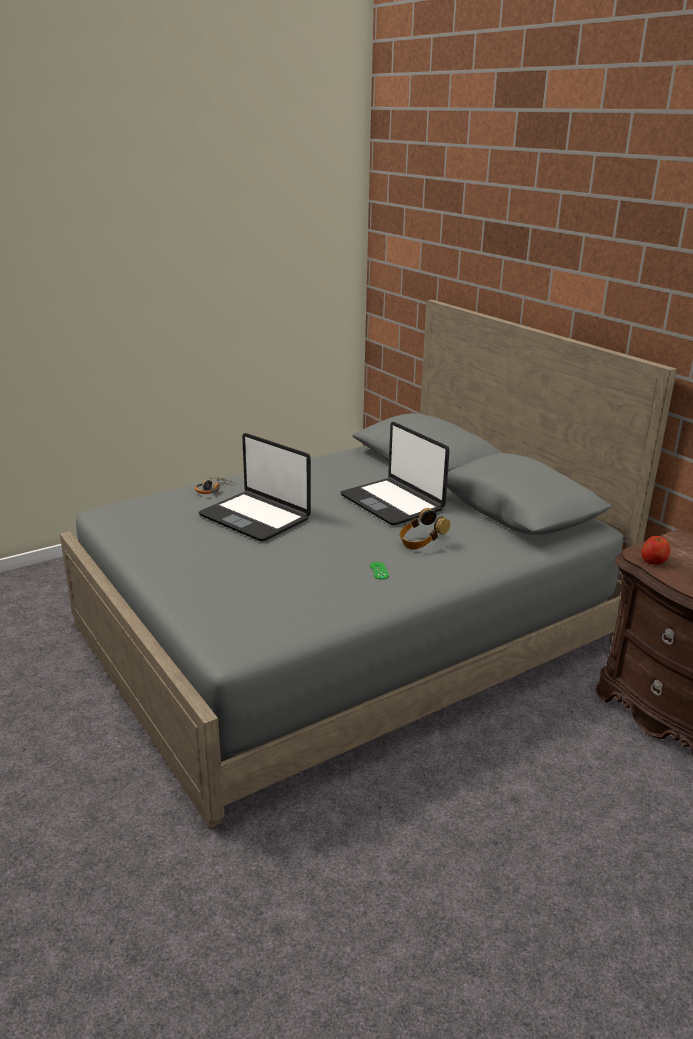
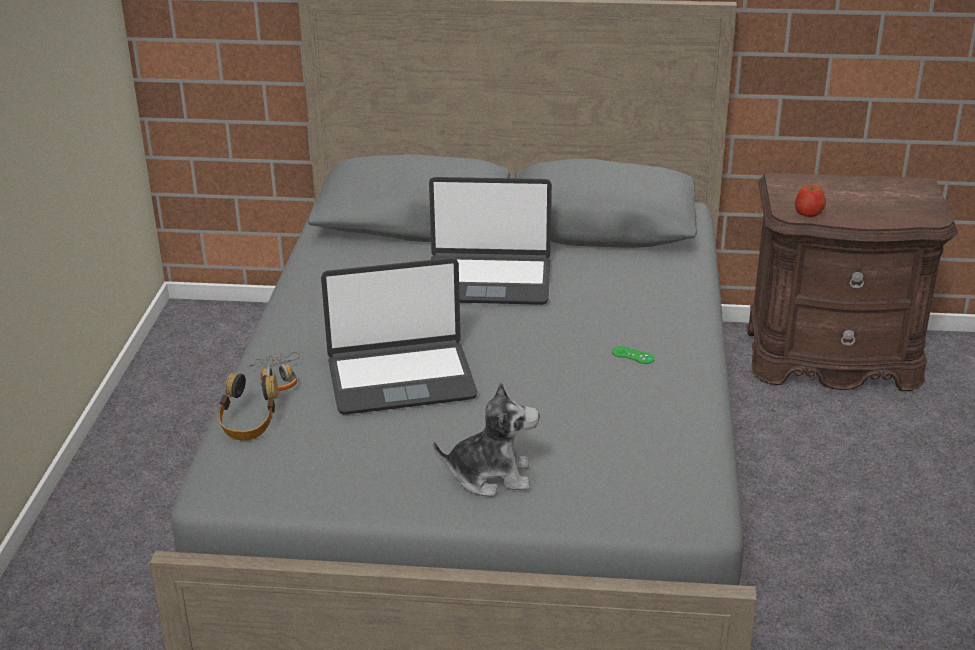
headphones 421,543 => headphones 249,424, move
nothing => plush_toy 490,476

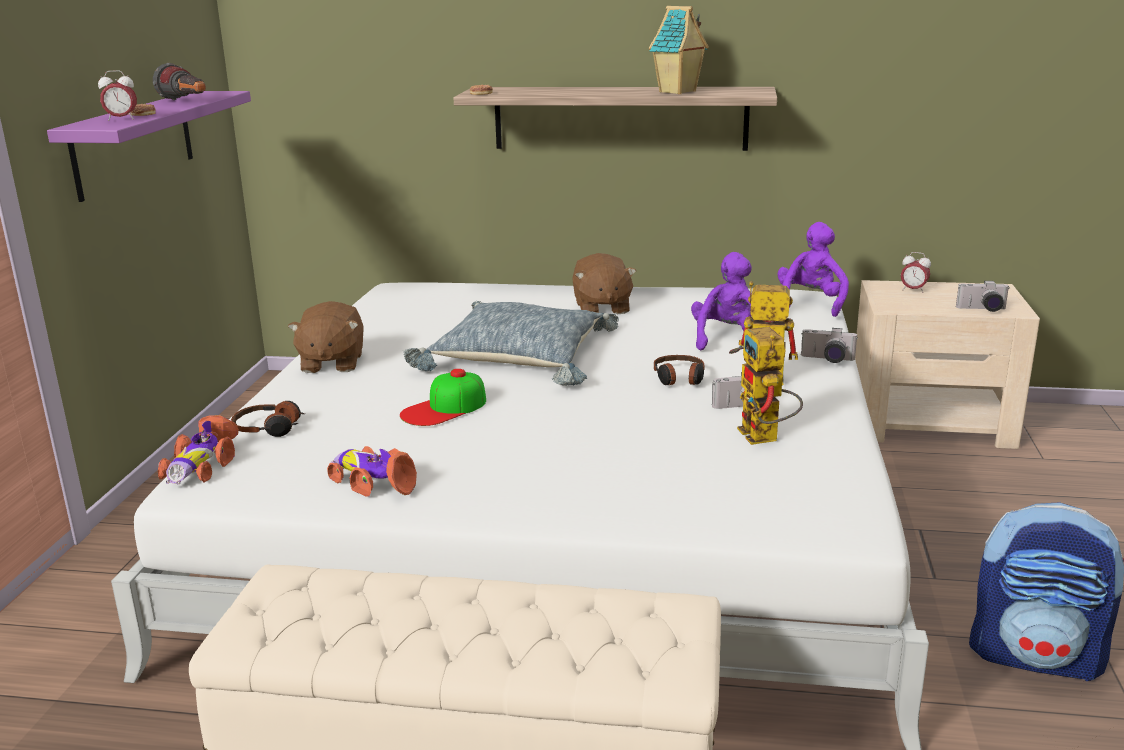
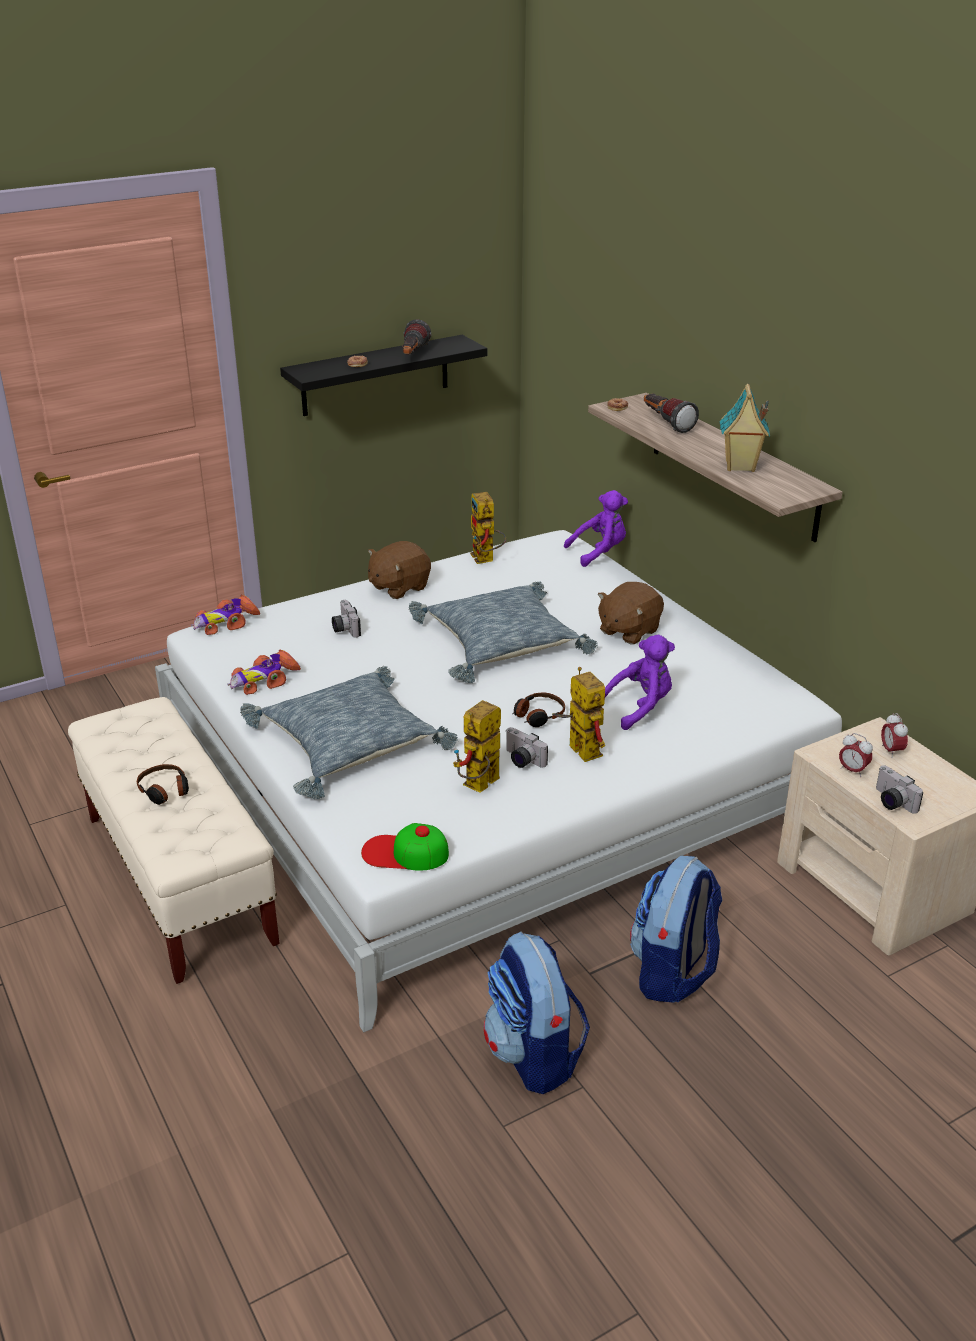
headphones 269,428 => headphones 165,791, move
toy_car 374,481 => toy_car 264,681, 120 degrees counterclockwise
nothing => pillow 347,738
purple_shelf 134,143 => black_shelf 375,375
photo_camera 827,359 => photo_camera 344,628, move
cap 444,408 => cap 405,853, move
nothing => toy_robot 486,560
purple_plush_toy 811,303 => purple_plush_toy 599,552, move
nothing => backpack 673,973
nothing => flashlight 665,423
alarm_clock 122,119 => alarm_clock 852,770, move

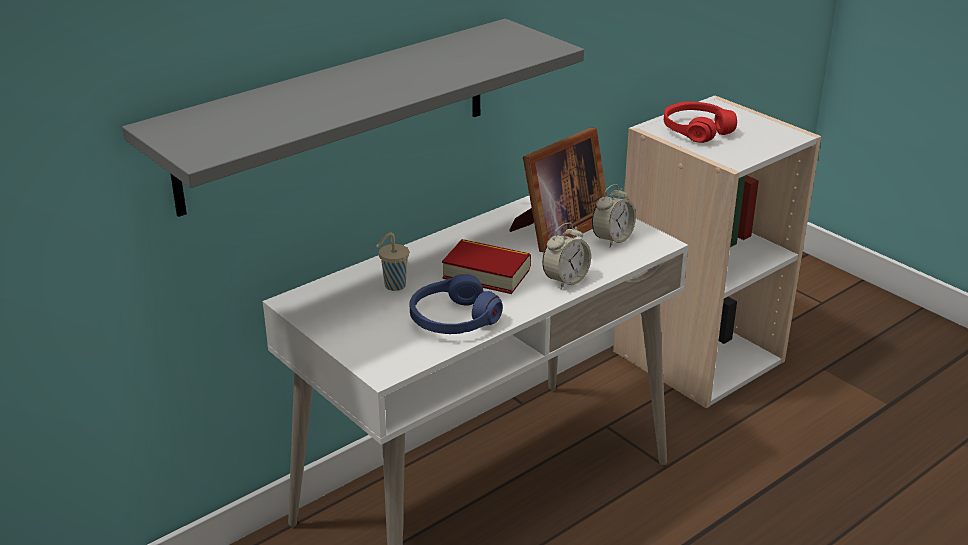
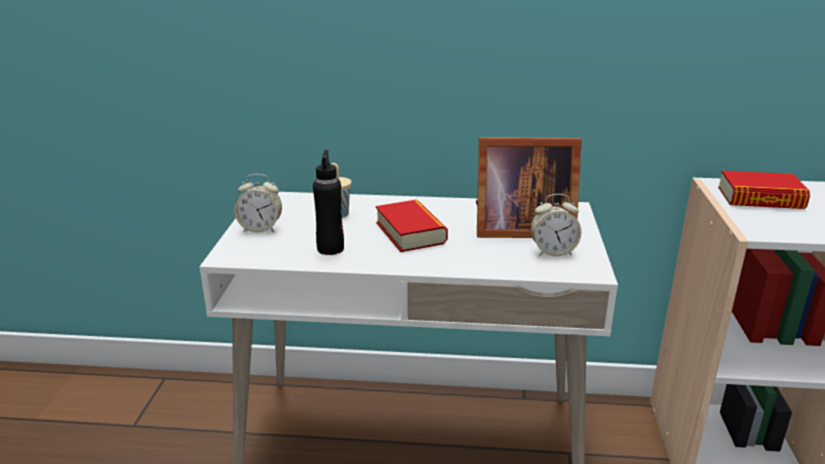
alarm_clock 565,280 => alarm_clock 260,229, move
blue_headphones 453,319 => black_bottle 330,248
red_headphones 696,130 => book 760,198
grey_shelf 337,114 => nothing

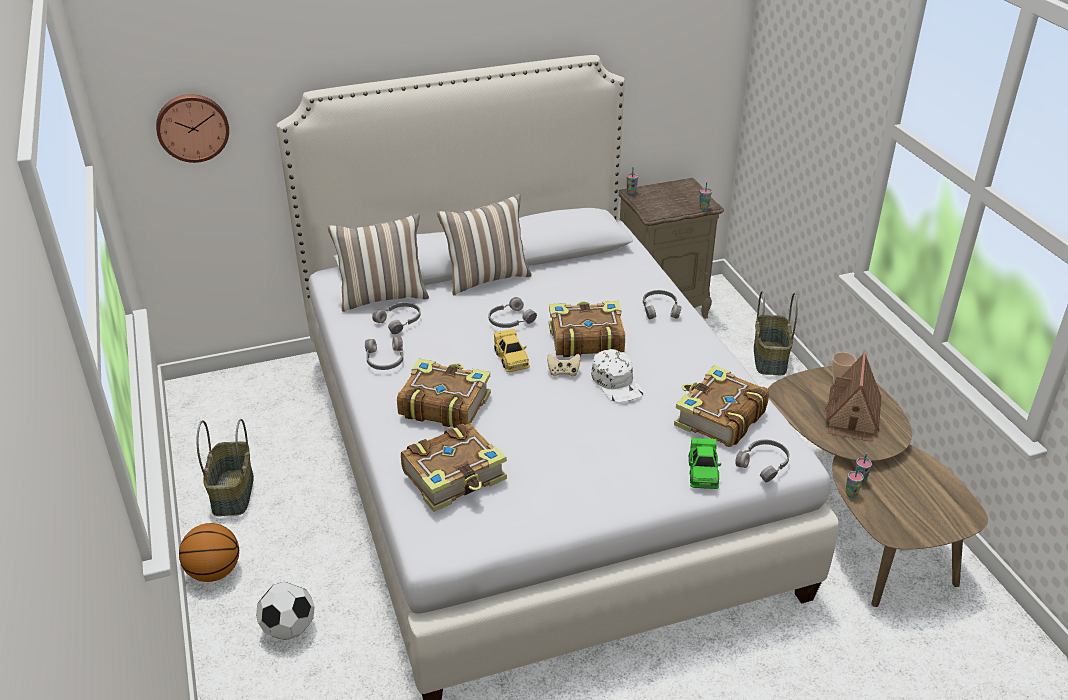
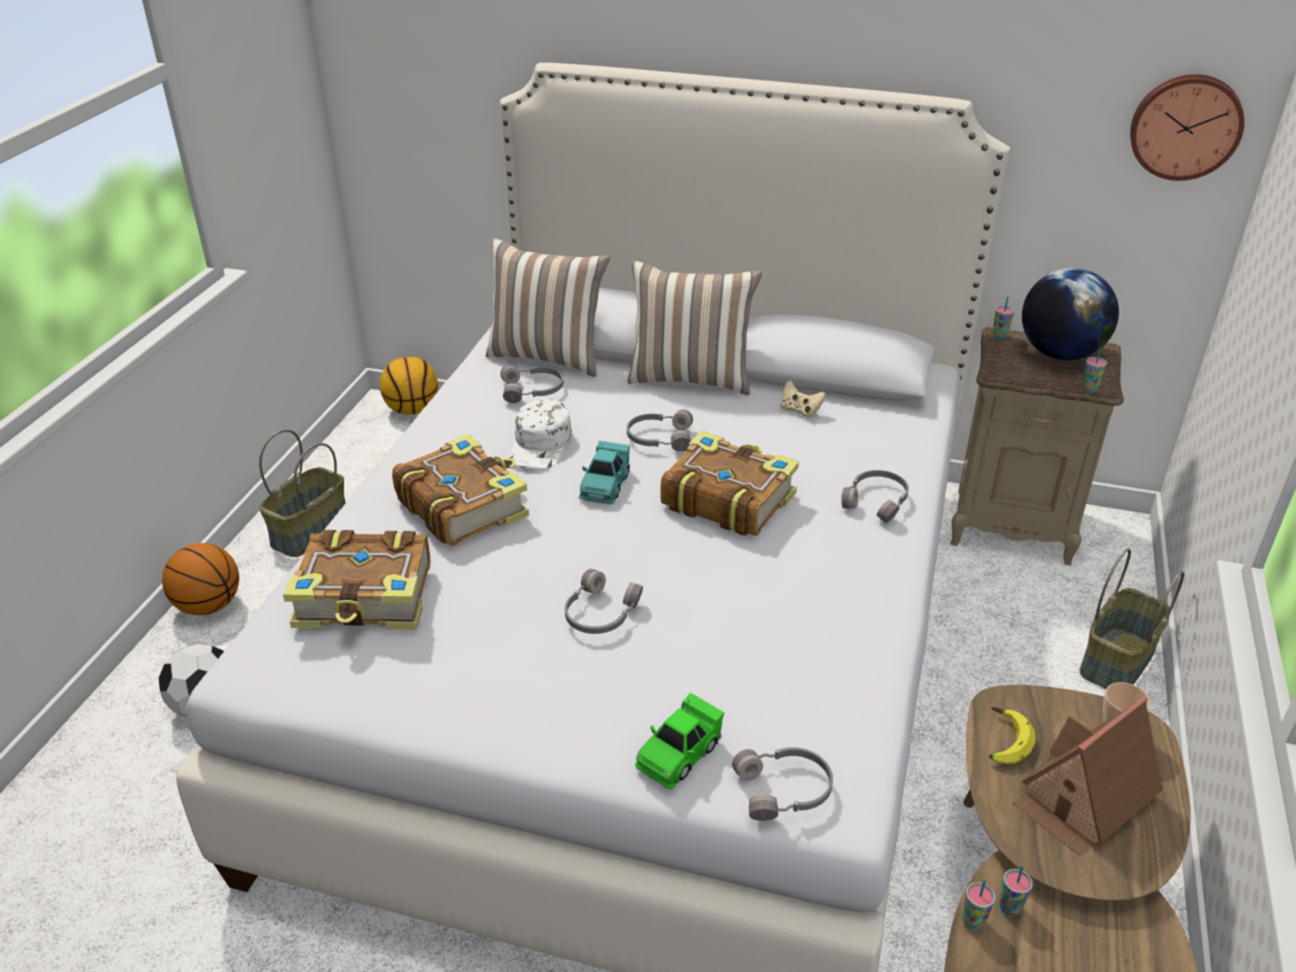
nothing => basketball 412,409
white_cap 617,382 => white_cap 541,444, move
grey_headphones 384,360 => grey_headphones 599,613, move
yellow_toy_car 511,358 => turquoise_toy_car 605,484
beige_game_controller 563,372 => beige_game_controller 800,410, move
nothing => banana 1002,741
nothing => globe 1060,354
wall_clock 192,127 => wall_clock 1185,126, move
book 718,418 => nothing

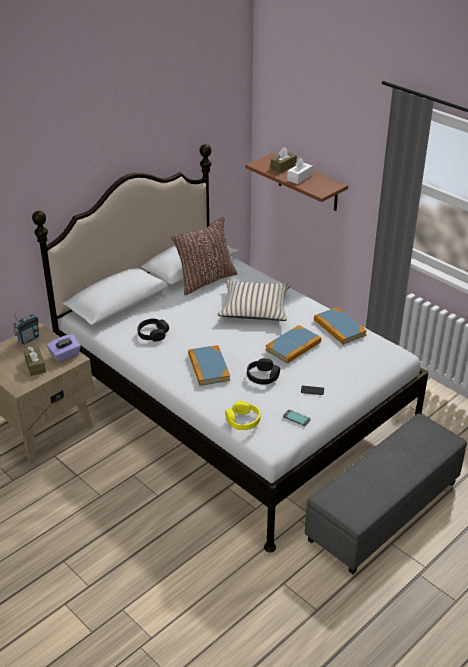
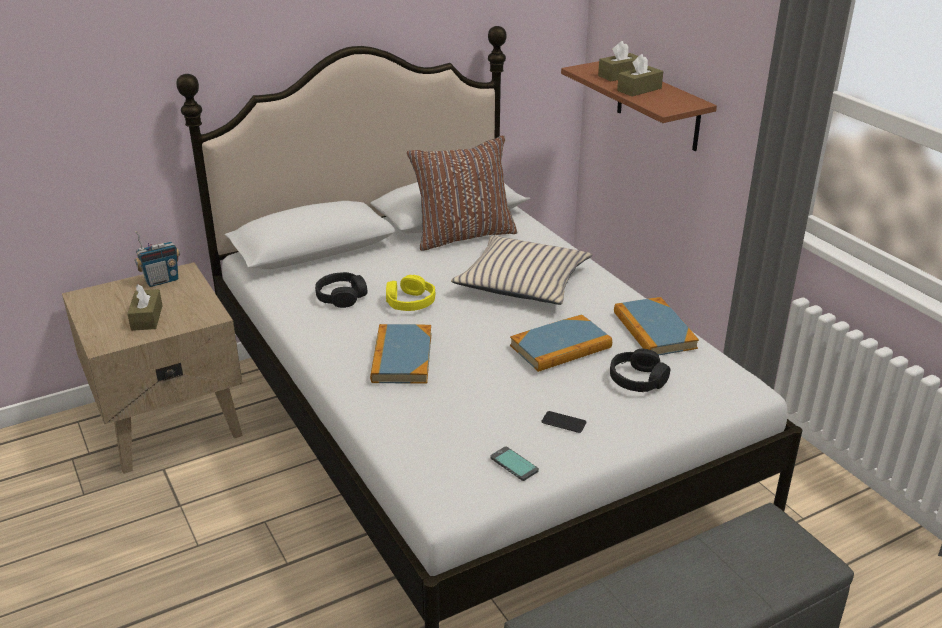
yellow_headphones 242,421 => yellow_headphones 410,302, move
black_headphones 263,376 => black_headphones 638,379, move
white_tissue_box 299,178 => brown_tissue_box 639,89
purple_tissue_box 65,355 => nothing

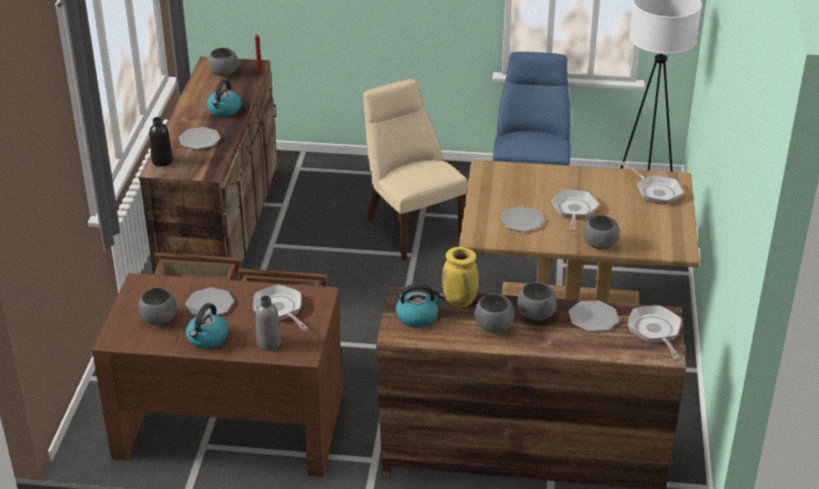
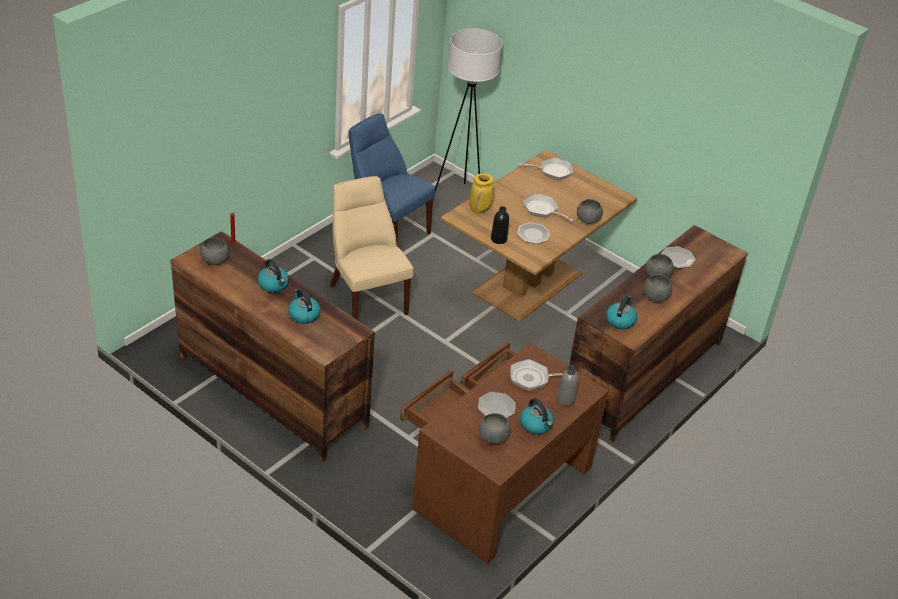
plate 199,139 => kettle 303,315
beige_chair 411,227 => beige_chair 366,297, 60 degrees clockwise
yellow_vase 460,301 => yellow_vase 480,209, move
black_bottle 162,161 => black_bottle 498,239, move
frying_pan 655,332 => nothing

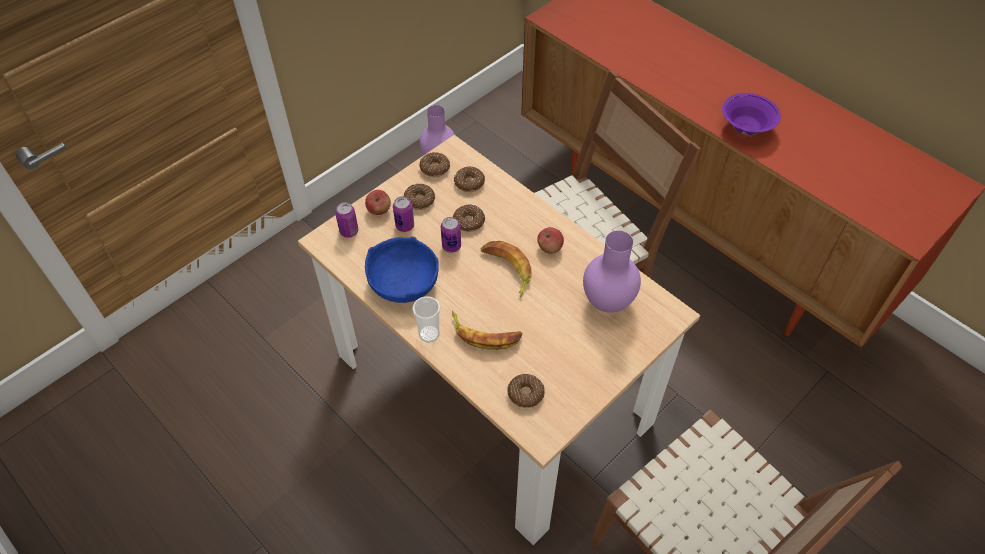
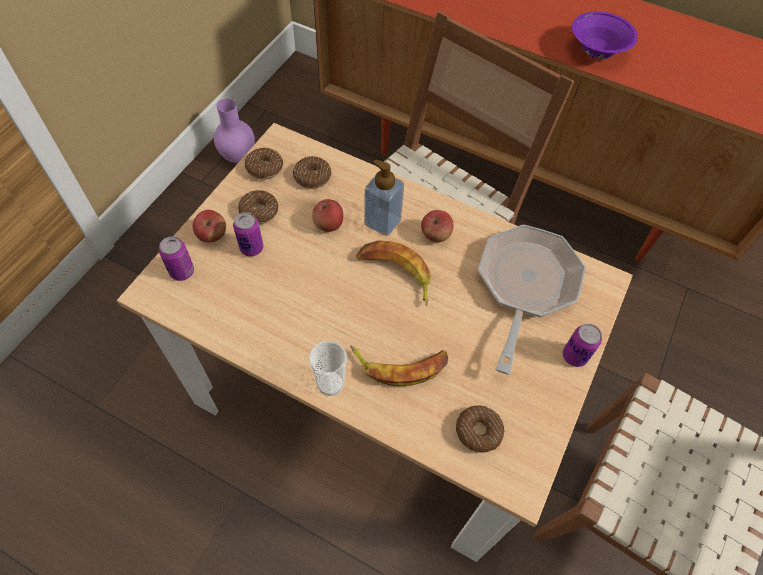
donut 468,221 => apple 328,224
nothing => soap_dispenser 382,222
purple_vase 606,302 => frying_pan 525,286
can 451,246 => can 574,356, move
blue_bowl 404,283 => nothing

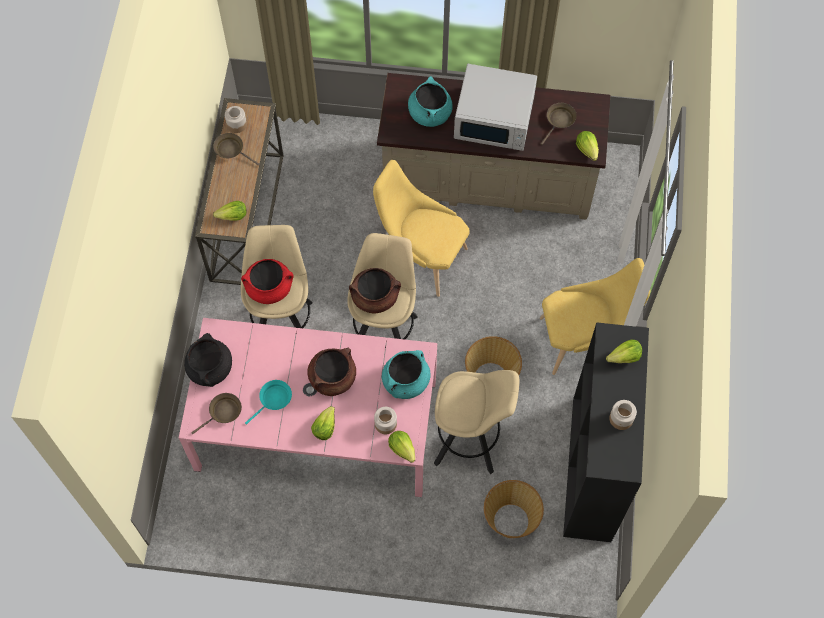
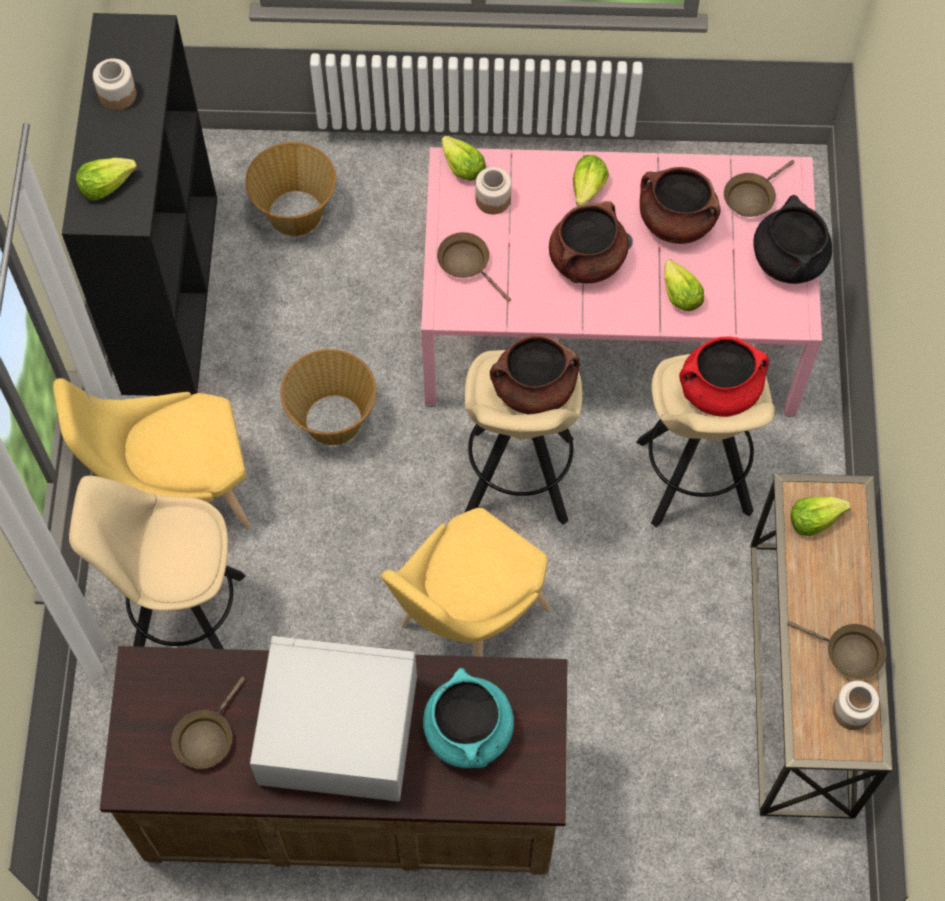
beige_stool 470,441 => beige_stool 184,617, move
yellow_chair 422,257 => yellow_chair 466,623, 105 degrees clockwise
turquoise_cooking_pot 406,382 => brown_frying_pan 467,263
turquoise_frying_pan 273,399 => brown_cooking_pot 676,221
lettuce 587,149 => lettuce 680,294, move

